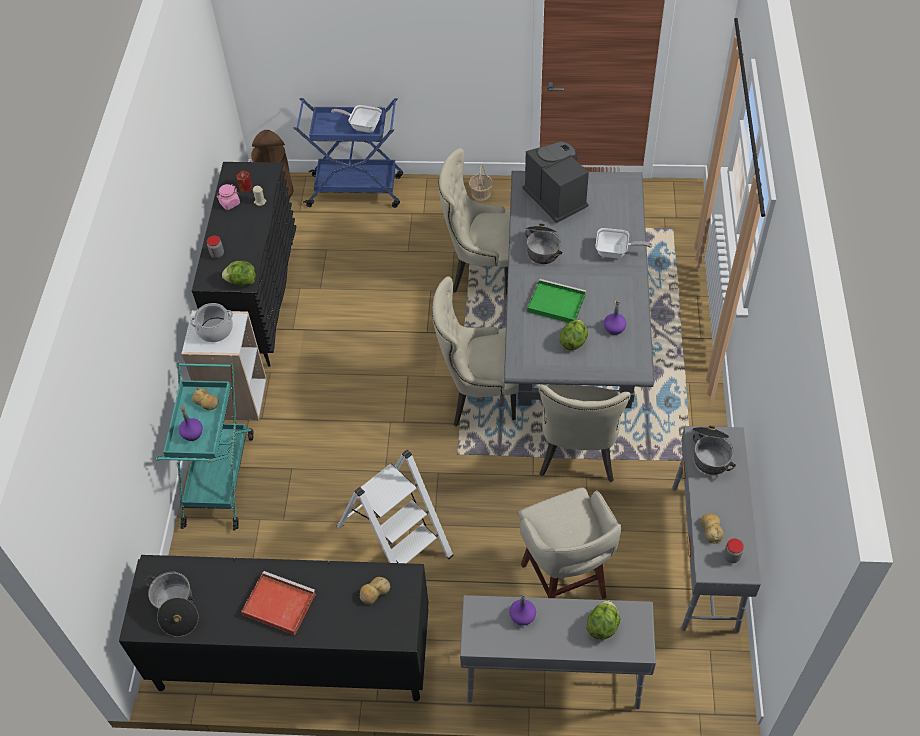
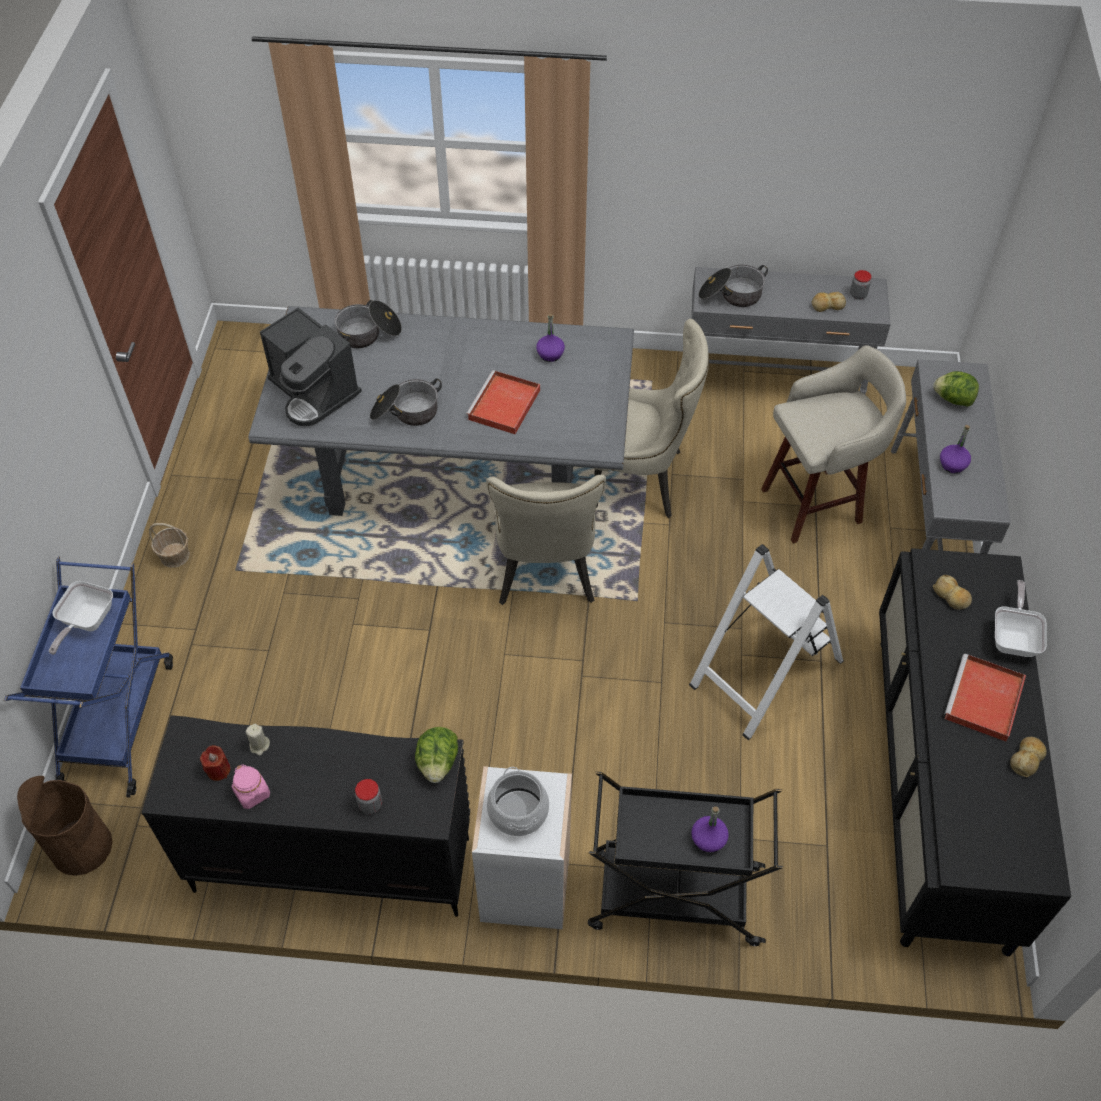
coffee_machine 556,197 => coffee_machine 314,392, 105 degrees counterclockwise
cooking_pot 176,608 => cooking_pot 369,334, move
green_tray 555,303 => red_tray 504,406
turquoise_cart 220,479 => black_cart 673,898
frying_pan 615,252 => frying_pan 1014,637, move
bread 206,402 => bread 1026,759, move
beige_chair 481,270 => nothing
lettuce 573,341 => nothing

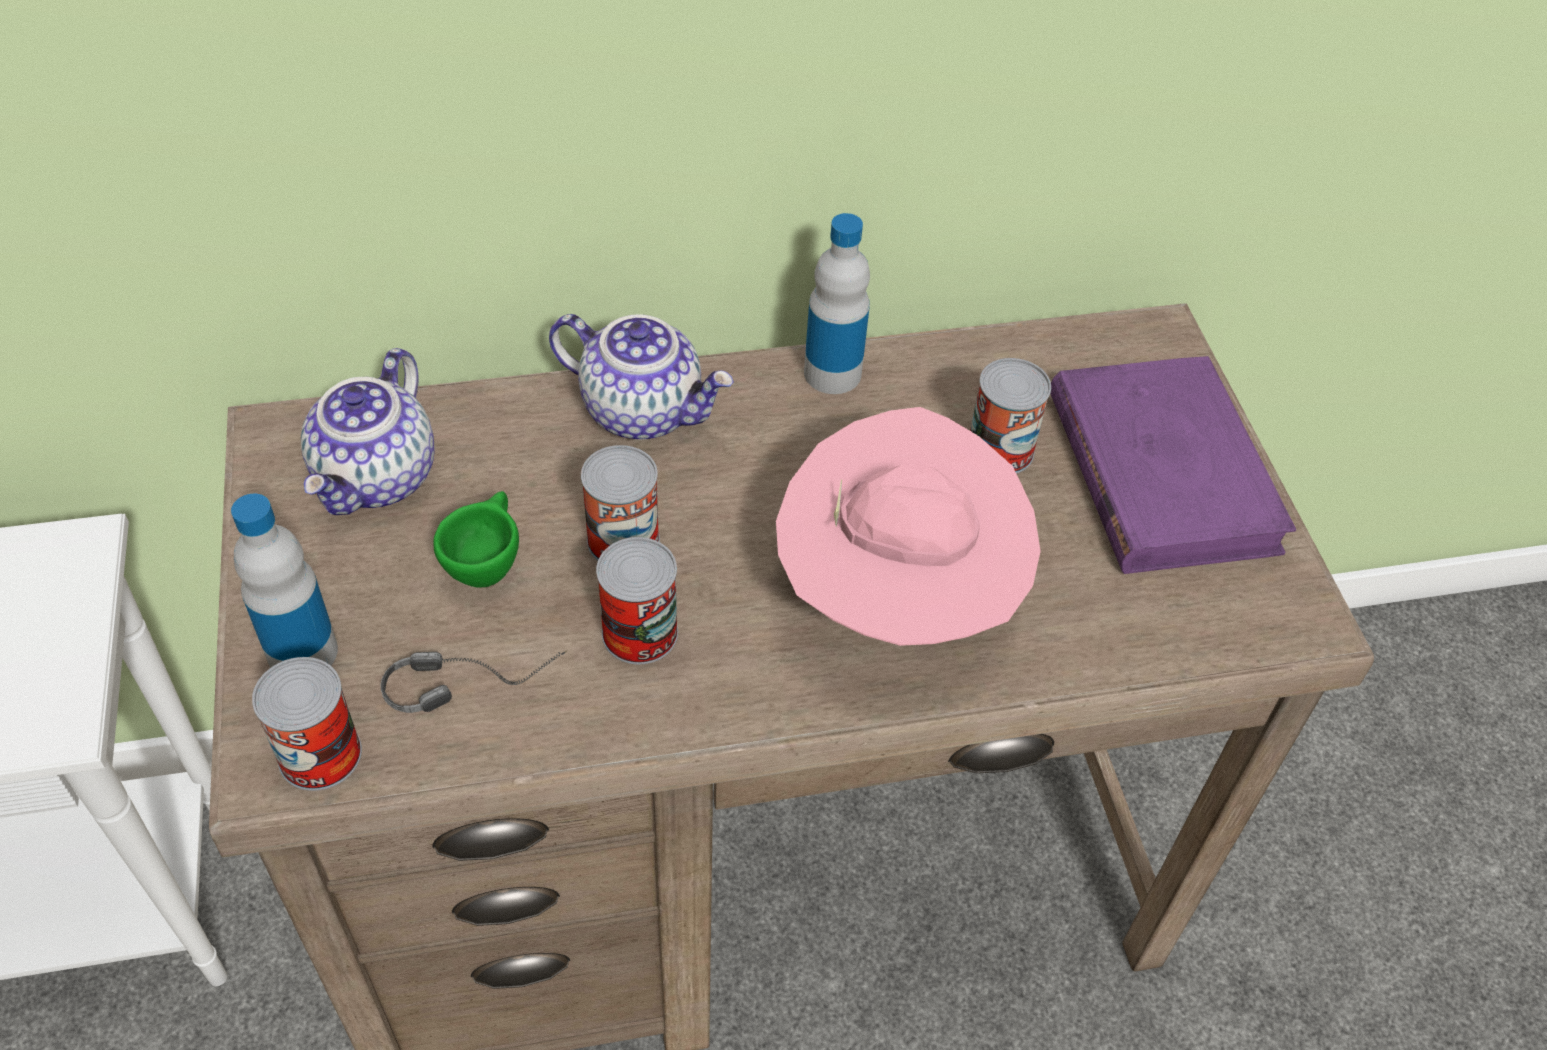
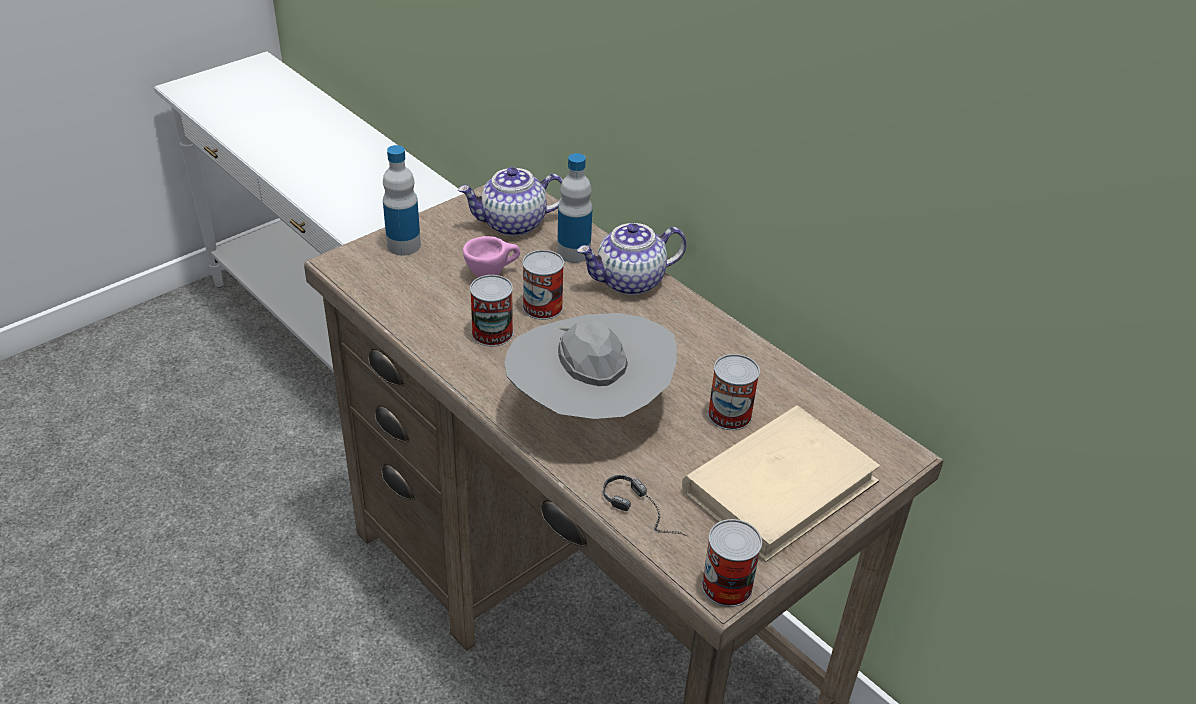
green_cup 486,564 => pink_cup 492,273
pink_hat 898,596 => grey_hat 589,410
bottle 832,373 => bottle 573,253, move
teapot 643,410 => teapot 630,282, 75 degrees clockwise
headphones 475,677 => headphones 649,515, move
purple_book 1160,471 => beige_book 780,487
can 320,754 => can 727,586, move

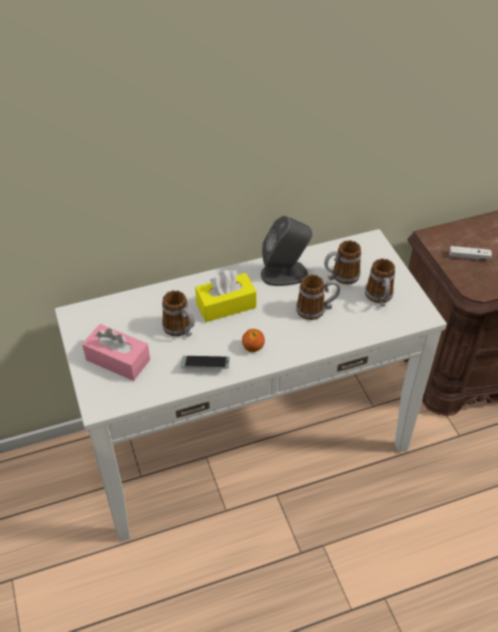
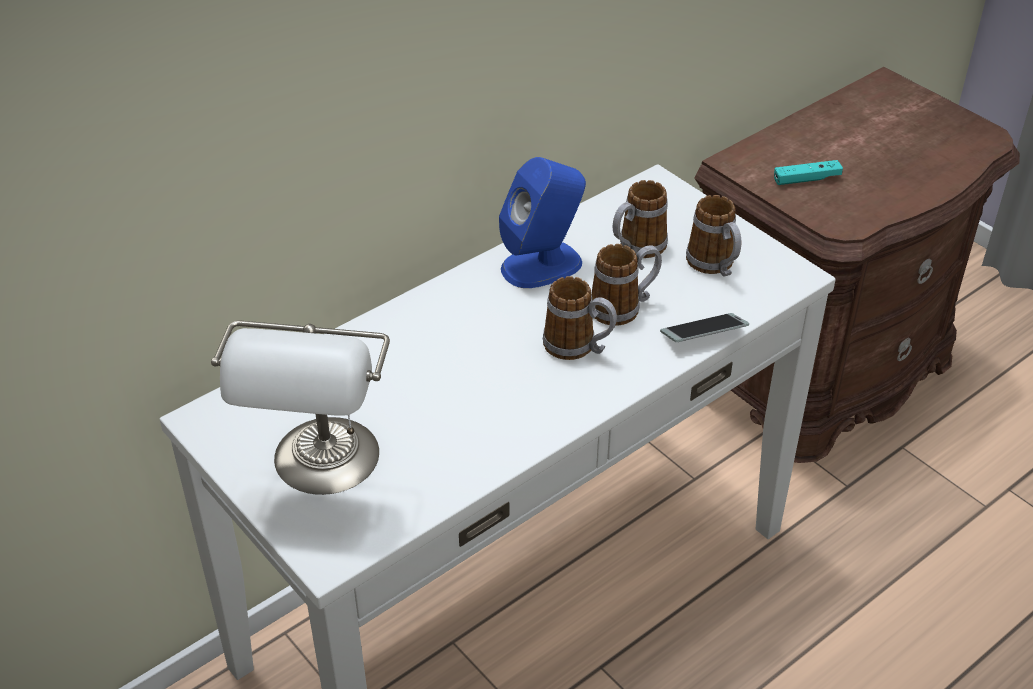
pink_tissue_box 118,360 => white_table_lamp 324,472
grey_speaker 285,274 => blue_speaker 542,265
mug 181,330 => mug 578,347, move
phone 205,365 => phone 703,334, move
white_game_controller 469,257 => turquoise_game_controller 806,179
yellow_tissue_box 226,305 => nothing
apple 253,347 => nothing

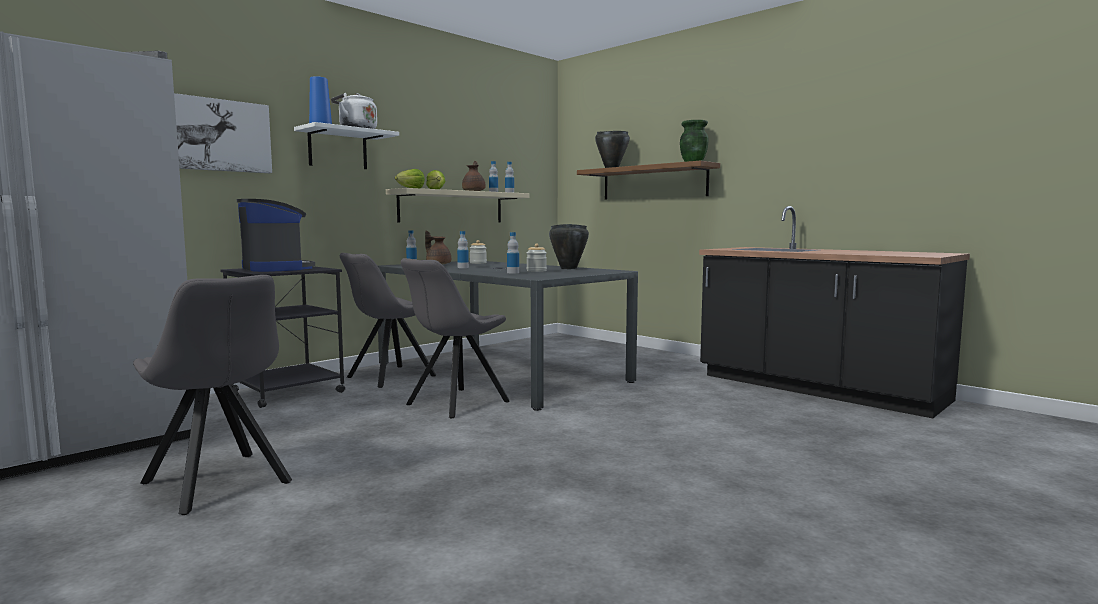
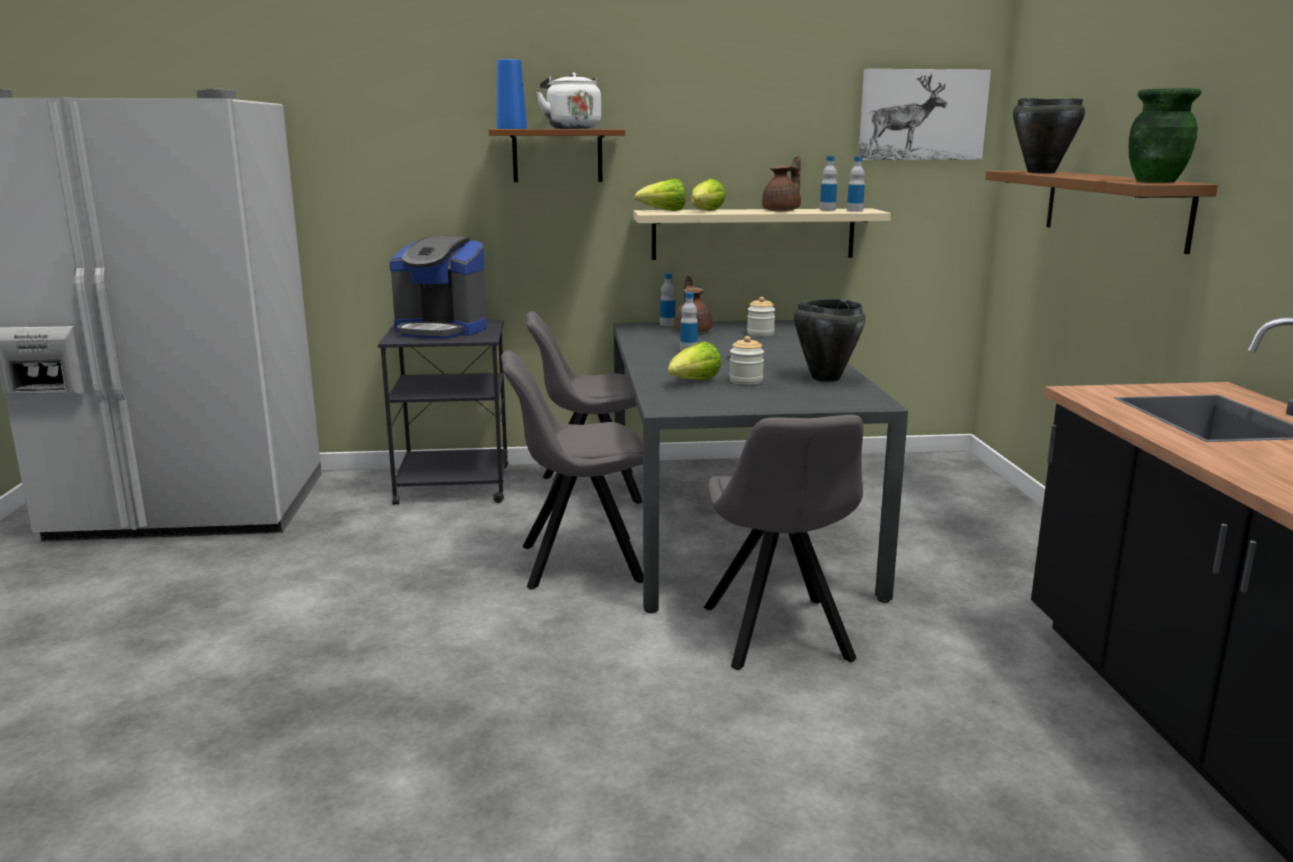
coffee_machine 277,269 => coffee_machine 441,330, 105 degrees clockwise
white_shelf 338,149 => brown_shelf 557,155
bottle 513,272 => lettuce 694,382
grey_chair 218,482 => grey_chair 778,633, move
picture 216,135 => picture 922,115, move

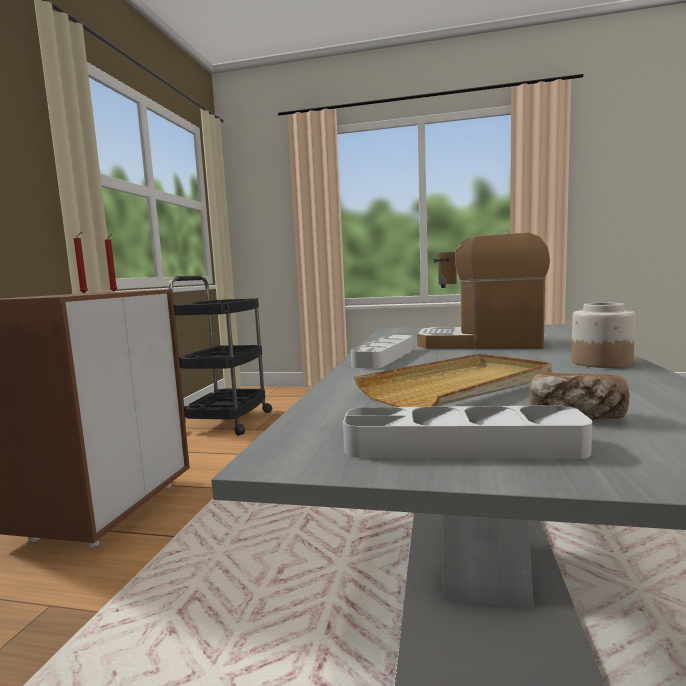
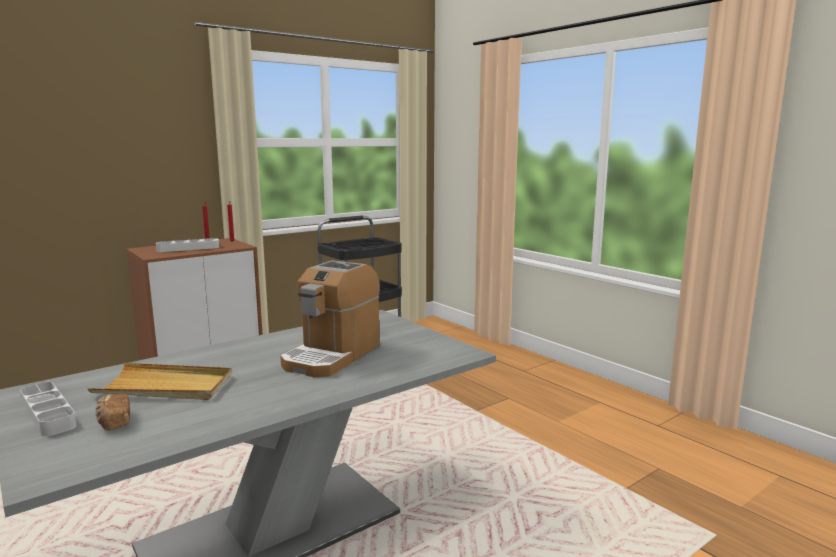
grey_tray 385,357 => grey_tray 188,248, move
coffee_machine 481,343 => coffee_machine 332,356, 120 degrees counterclockwise
jar 600,362 => nothing

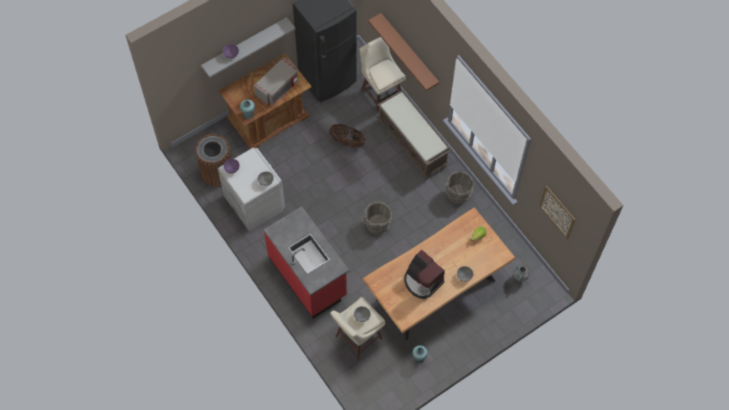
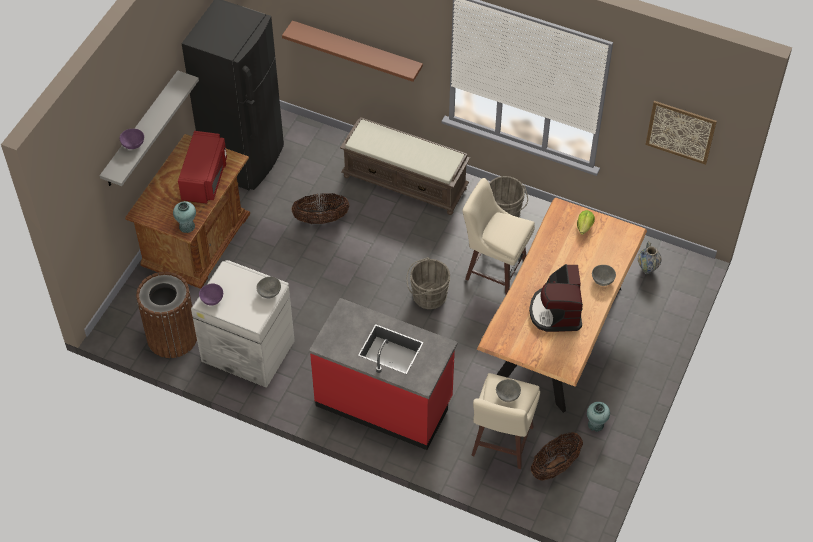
grey_microwave 278,88 => red_microwave 205,178
beige_stool 381,92 => beige_stool 494,269, move
coffee_machine 422,281 => coffee_machine 556,311, 75 degrees clockwise
nothing => basket 555,466

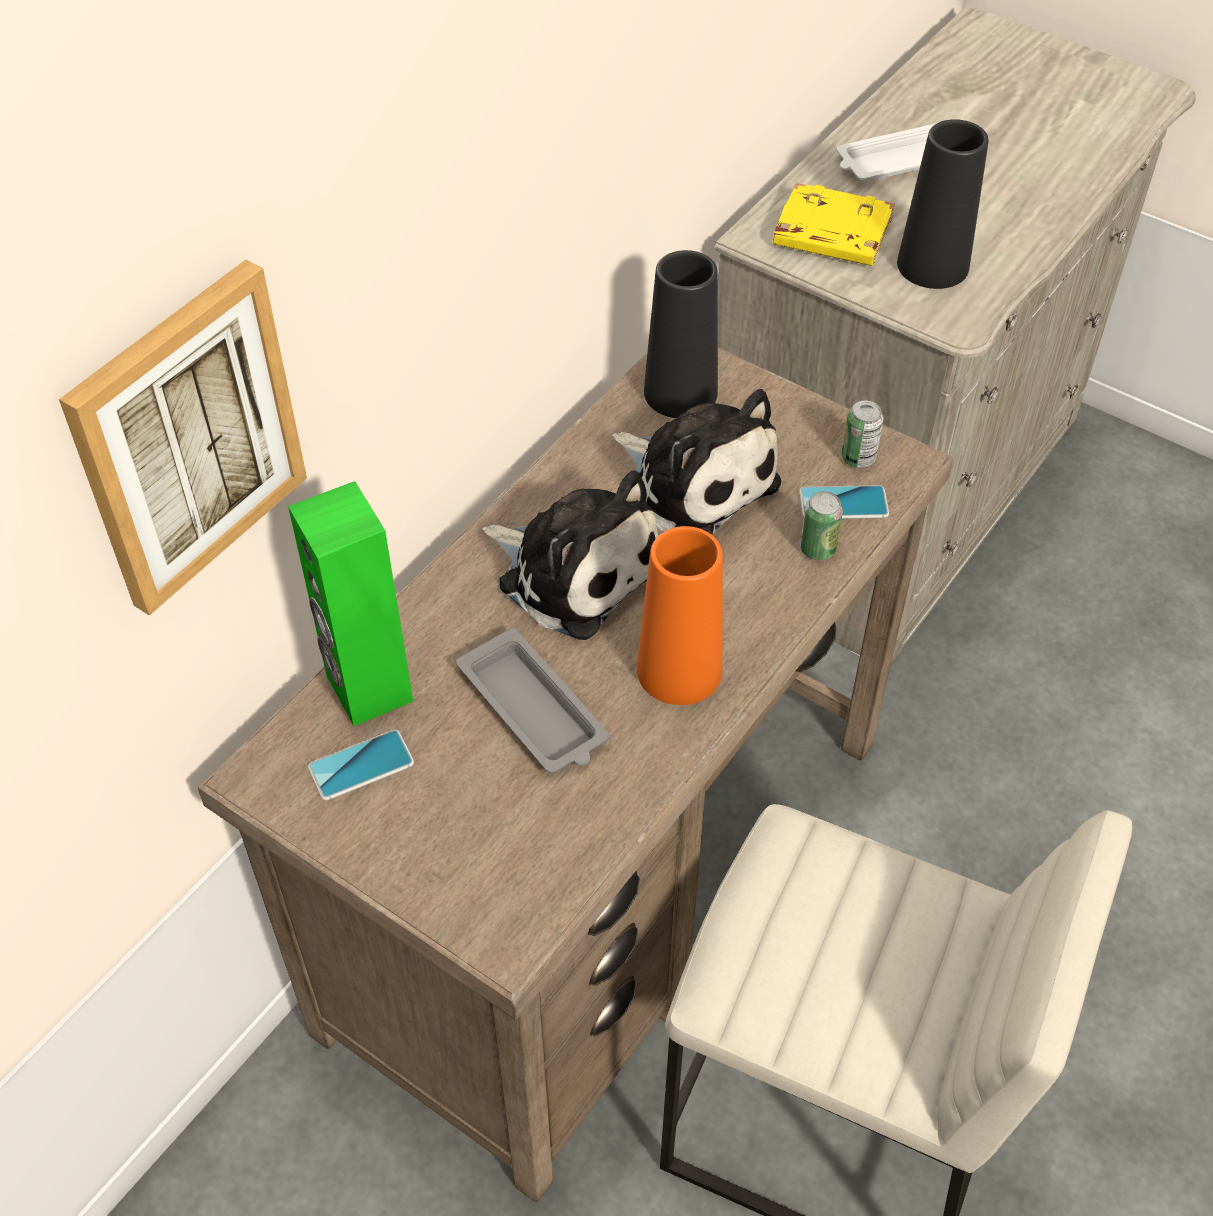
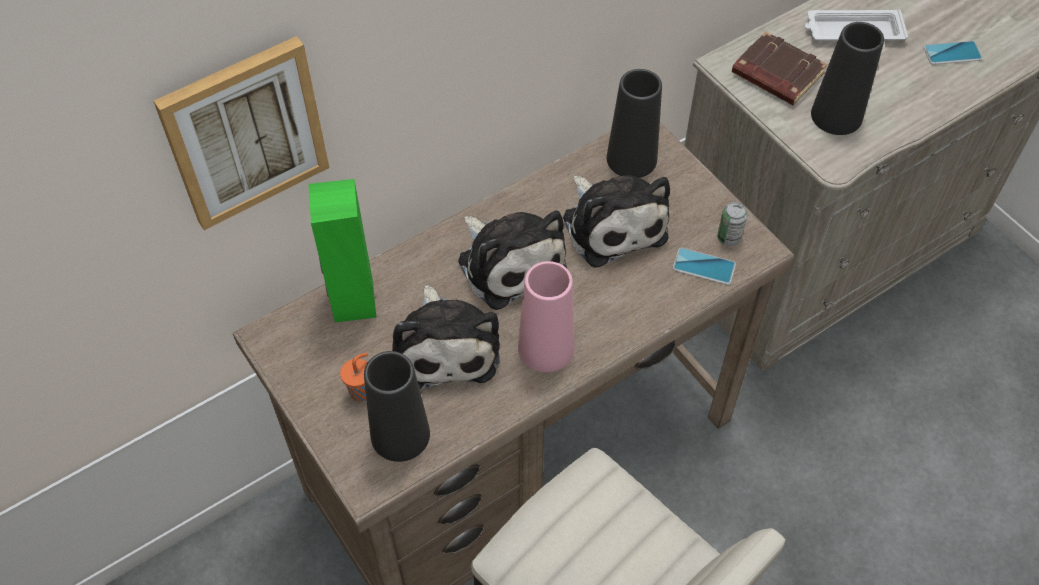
nothing => orange_cup 361,391
nothing => black_vase 400,435
grey_tray 534,710 => plush_toy 445,346
orange_vase 679,670 => pink_vase 546,347
yellow_book 830,234 => brown_book 776,74
phone 361,765 => phone 952,53, move
can 817,549 => nothing

